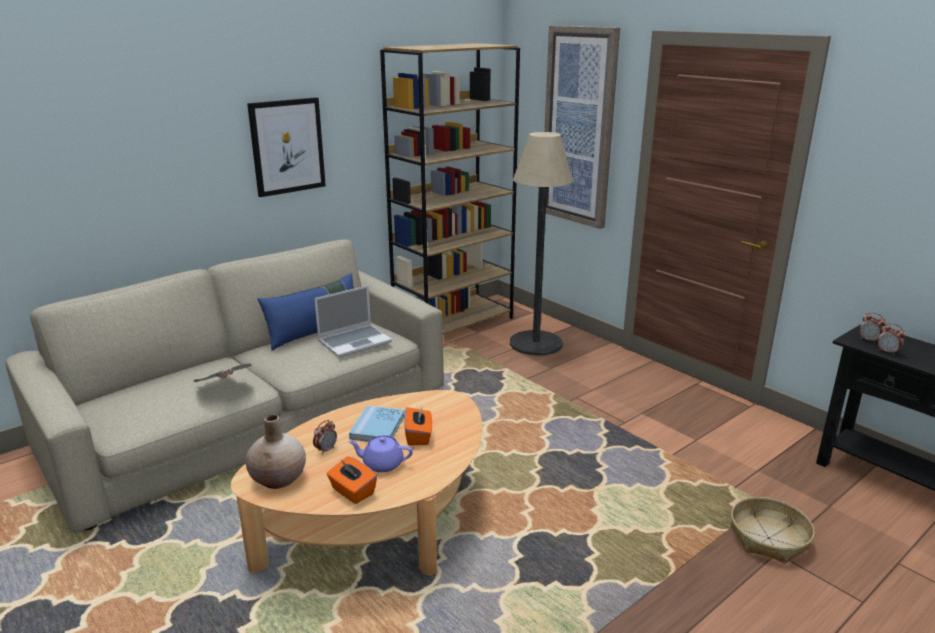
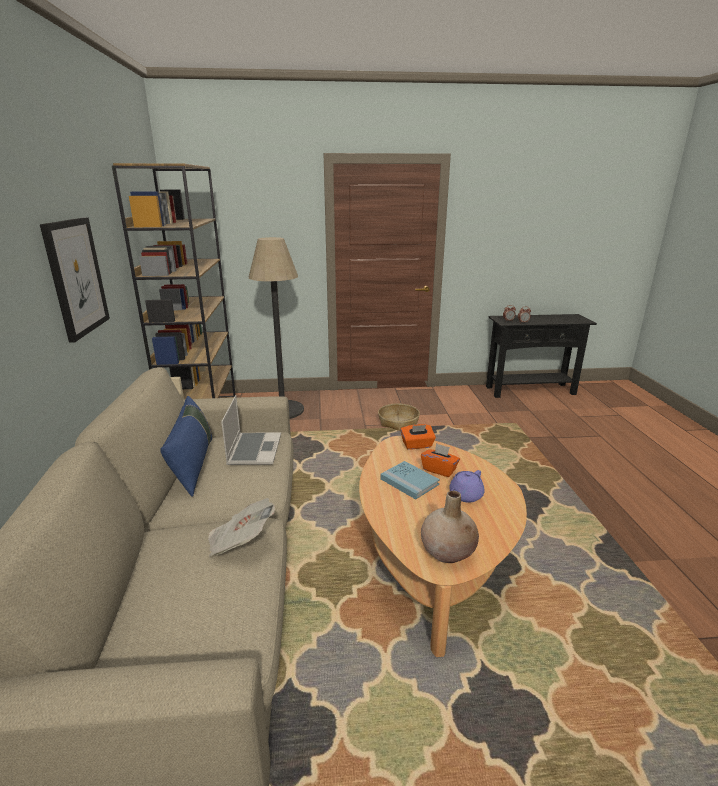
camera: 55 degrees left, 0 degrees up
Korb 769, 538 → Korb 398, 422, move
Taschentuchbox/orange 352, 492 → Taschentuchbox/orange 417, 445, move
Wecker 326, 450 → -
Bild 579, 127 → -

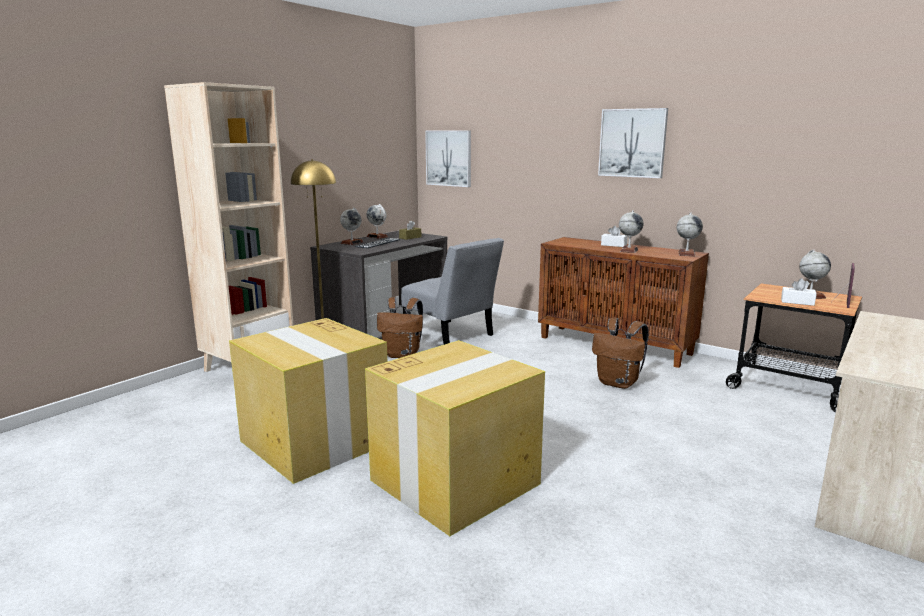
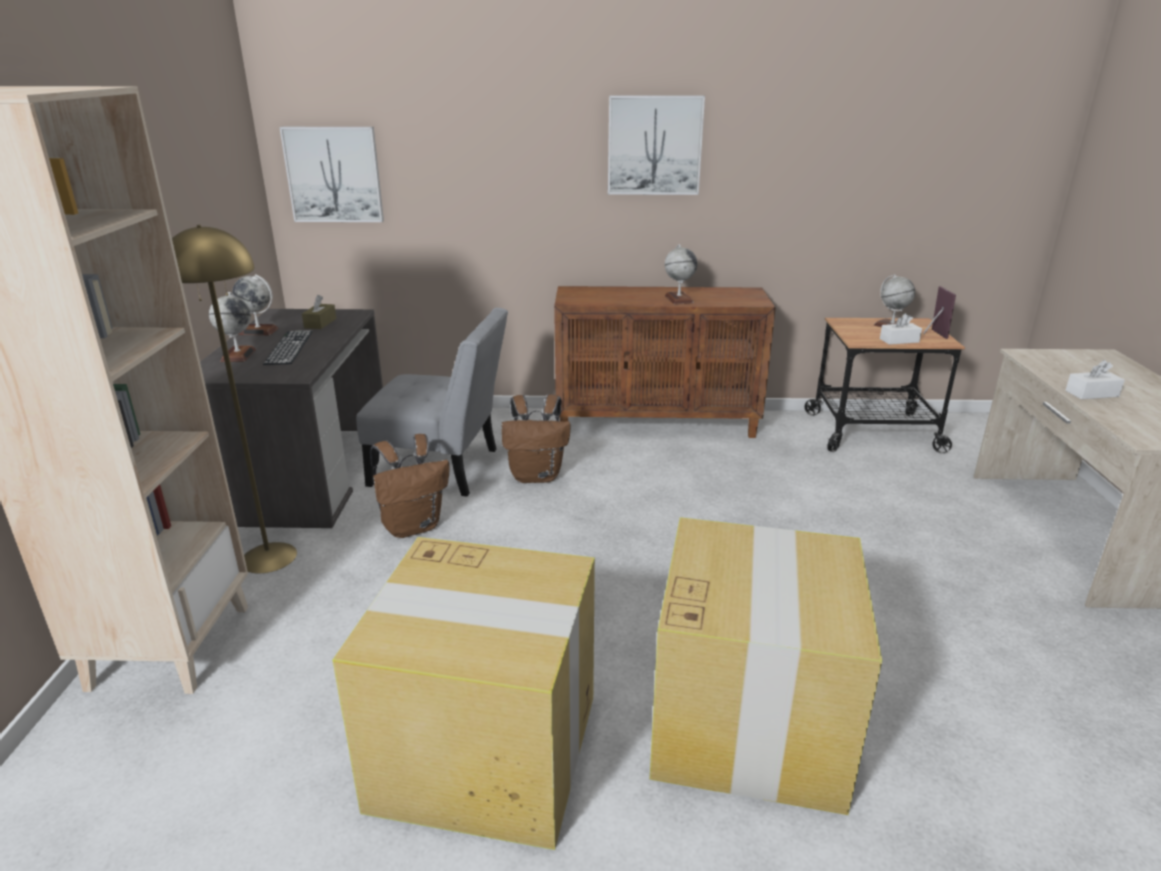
camera: 35 degrees left, 10 degrees up
Rucksack/braun 618, 383 → Rucksack/braun 537, 476, move
Taschentuchbox/weiß 613, 245 → Taschentuchbox/weiß 1092, 393, move
Globus 686, 253 → -

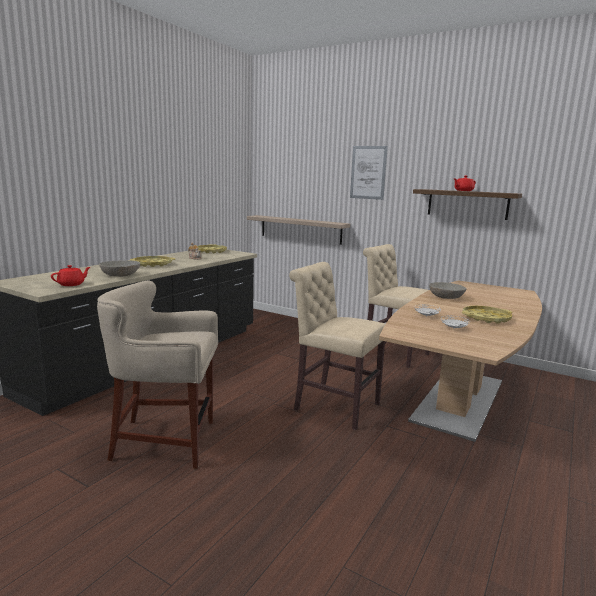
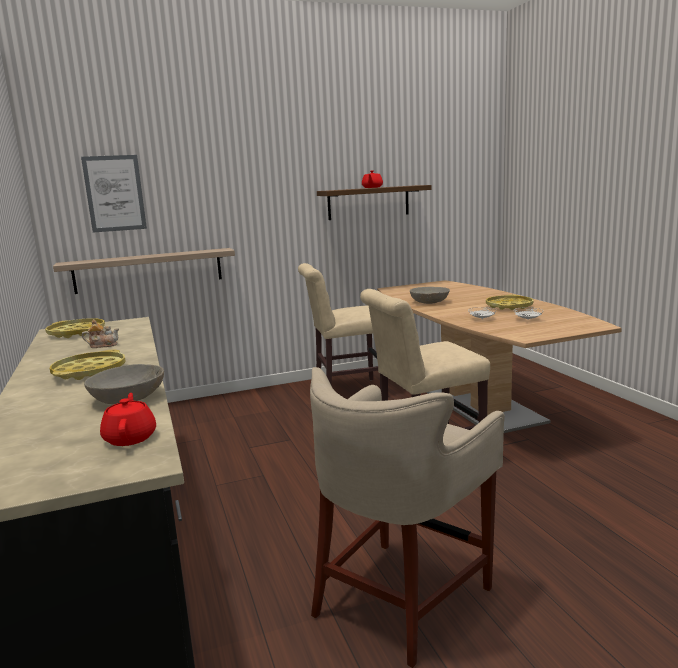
camera: 50 degrees left, 0 degrees up
Bild 368, 172 → Bild 114, 193, move

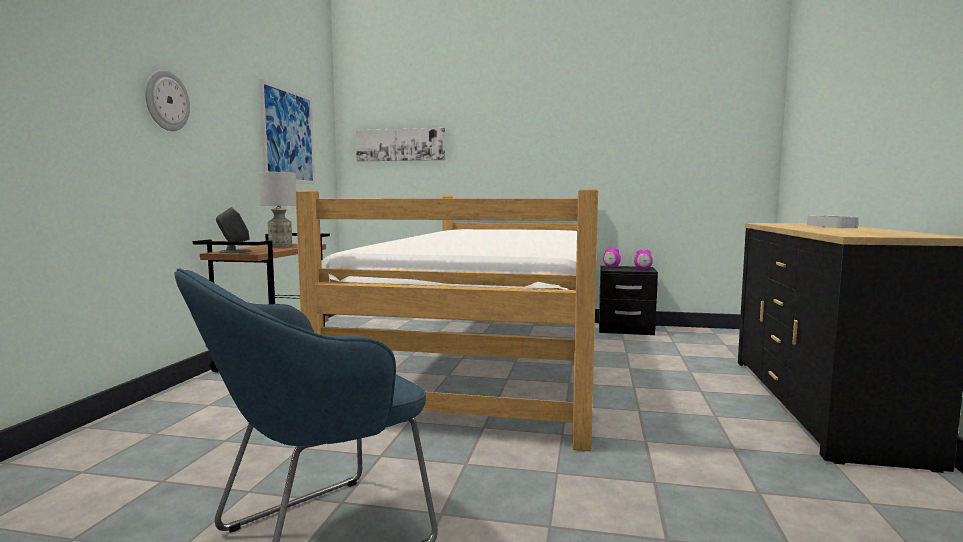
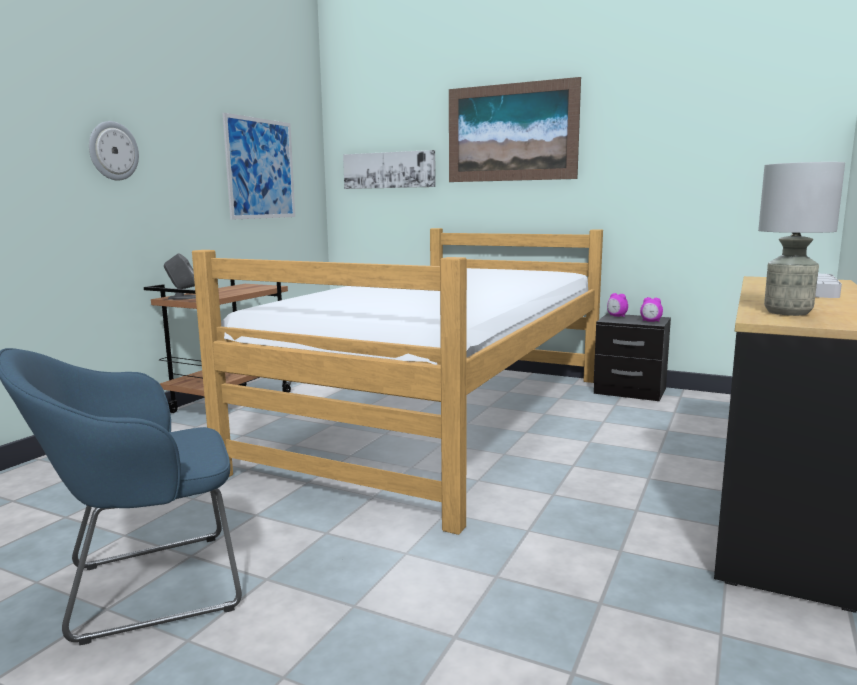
camera: 15 degrees right, 5 degrees up
- → Bild 511, 132
Tischlampe/grau 280, 246 → Tischlampe/grau 786, 312, move

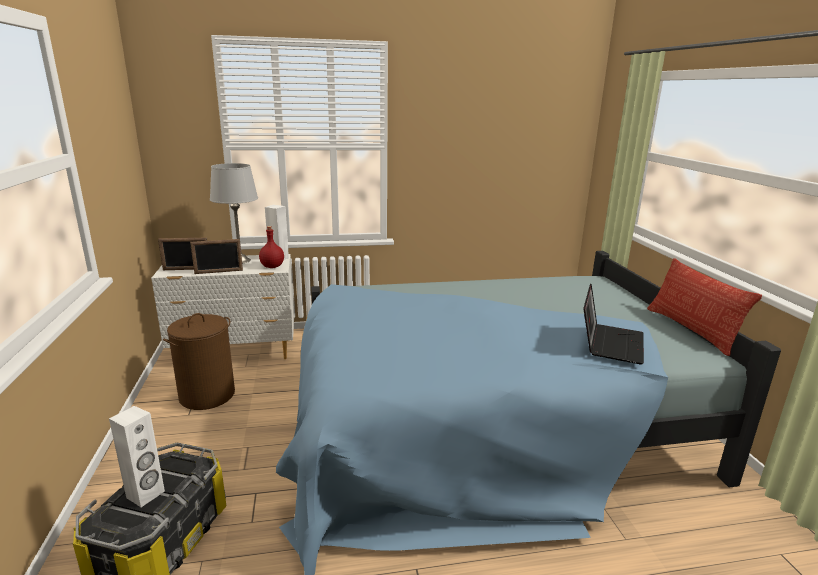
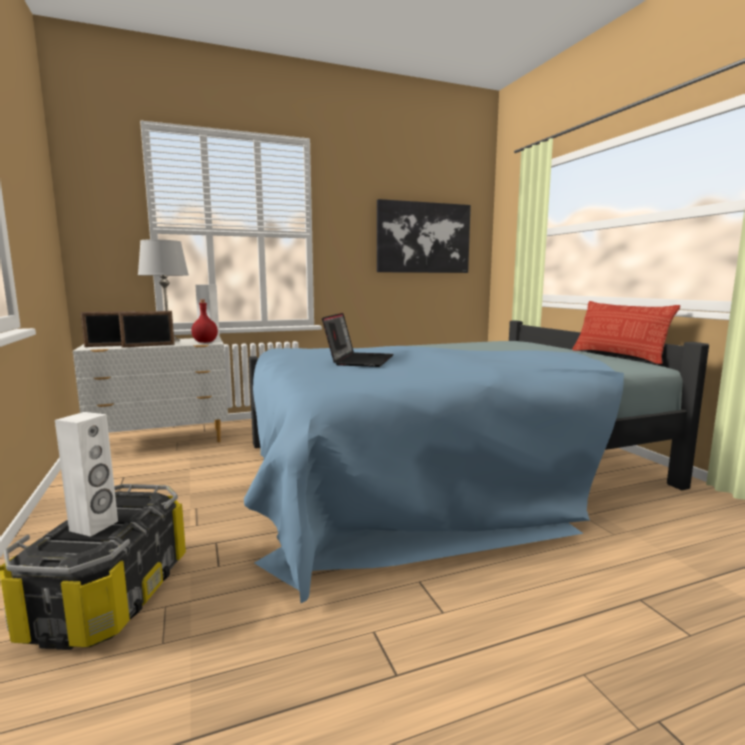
camera: 10 degrees left, 10 degrees down
Laptop 610, 343 → Laptop 359, 360, move
- → Bild 423, 238
Wäschekorb/braun 207, 395 → -

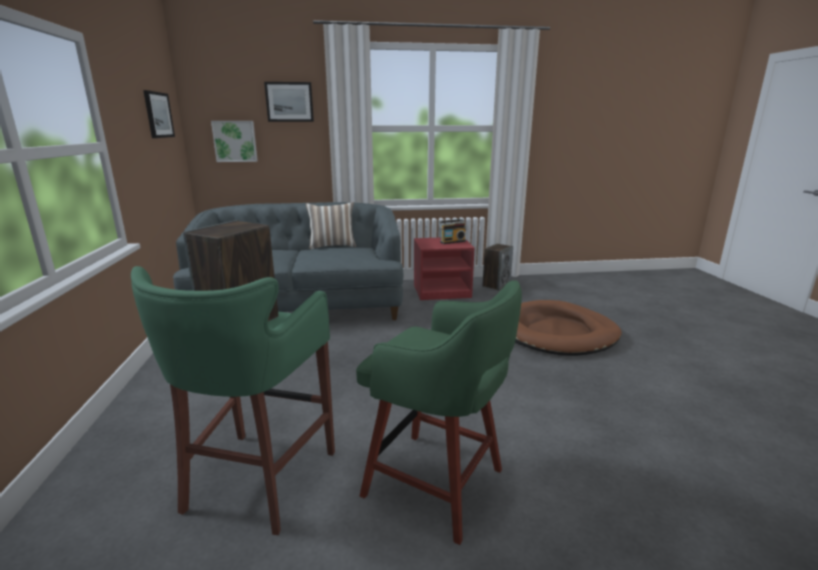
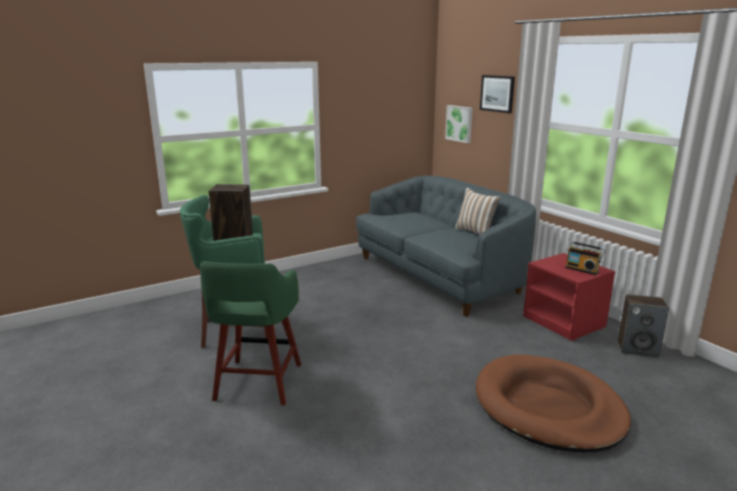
camera: 65 degrees right, 0 degrees up
Bild 158, 115 → -

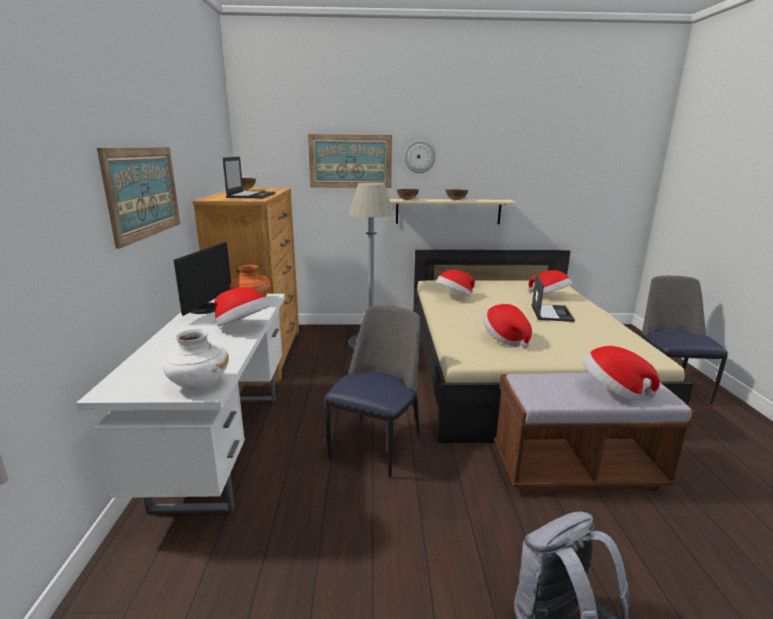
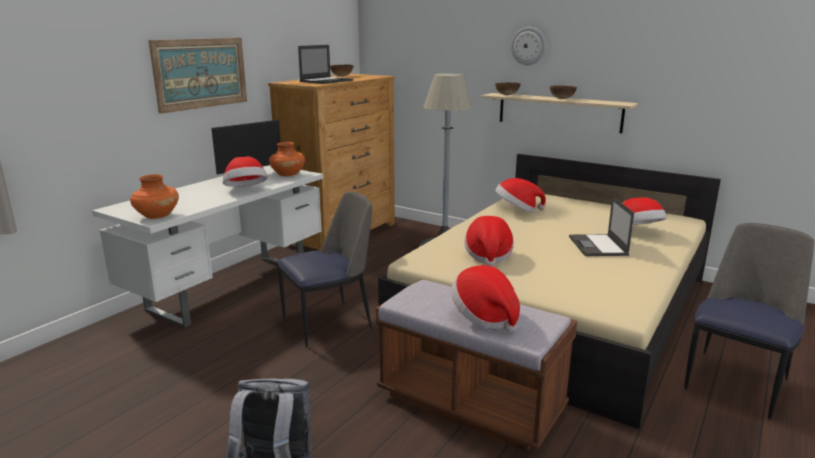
camera: 35 degrees right, 0 degrees up
Vase/weiß 199, 384 → Vase/orange 157, 216
Laptop 551, 313 → Laptop 598, 246, 135 degrees clockwise
Bild 350, 161 → -

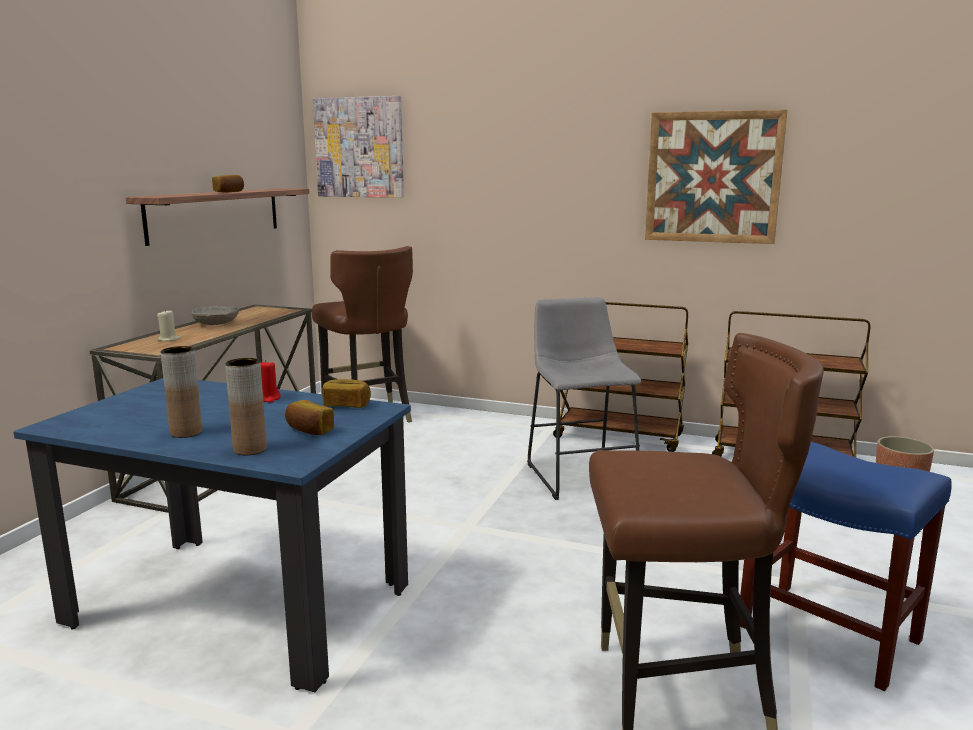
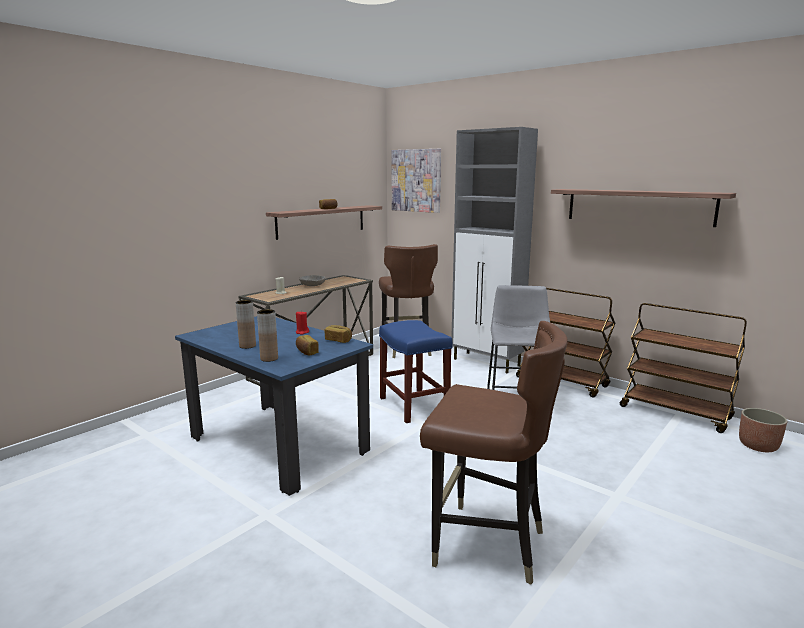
camera: 20 degrees right, 0 degrees up
Hocker/blau 831, 634 → Hocker/blau 414, 406, move
- → Schrank/grau 487, 363
Bild 713, 177 → Wandregal 638, 206

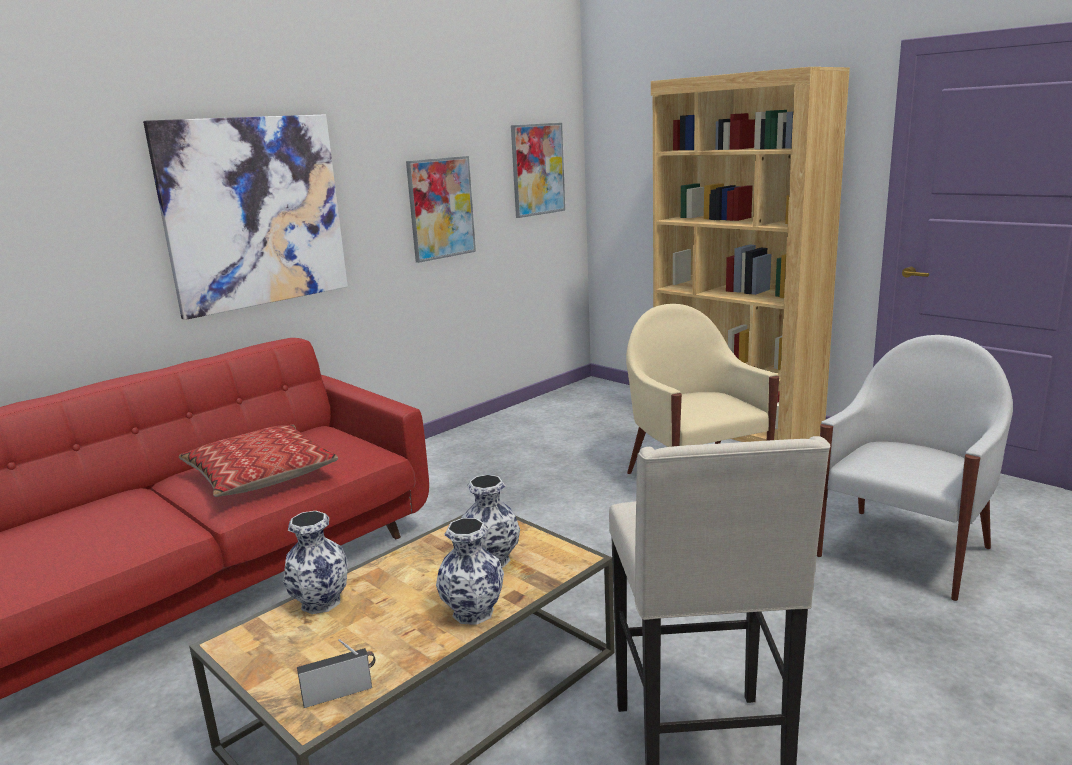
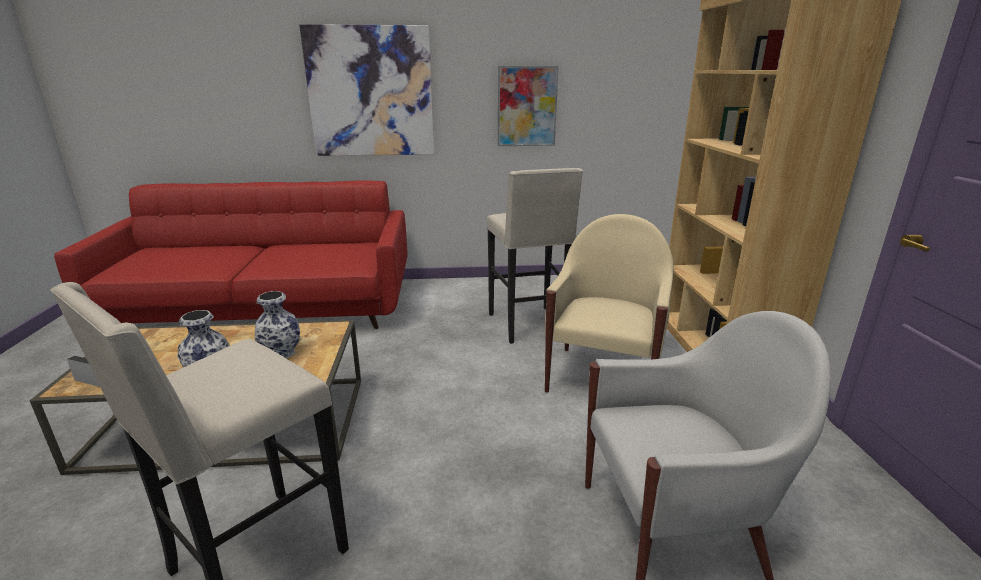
camera: 40 degrees right, 5 degrees up
- → Hocker/beige 529, 326
Kissen 260, 474 → -
Vase 320, 603 → -
Bild 537, 169 → -

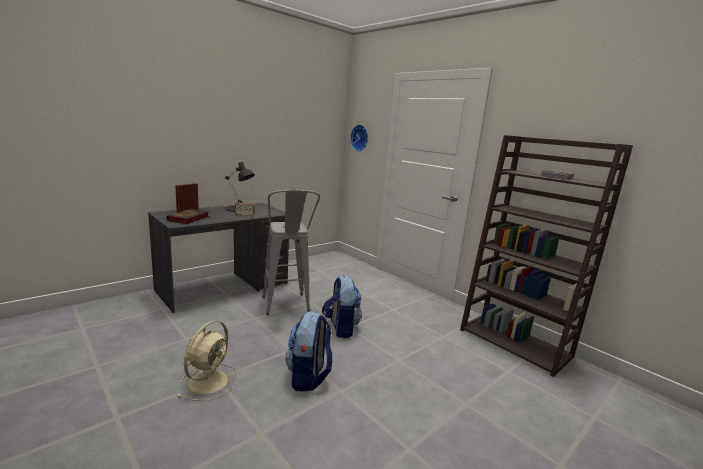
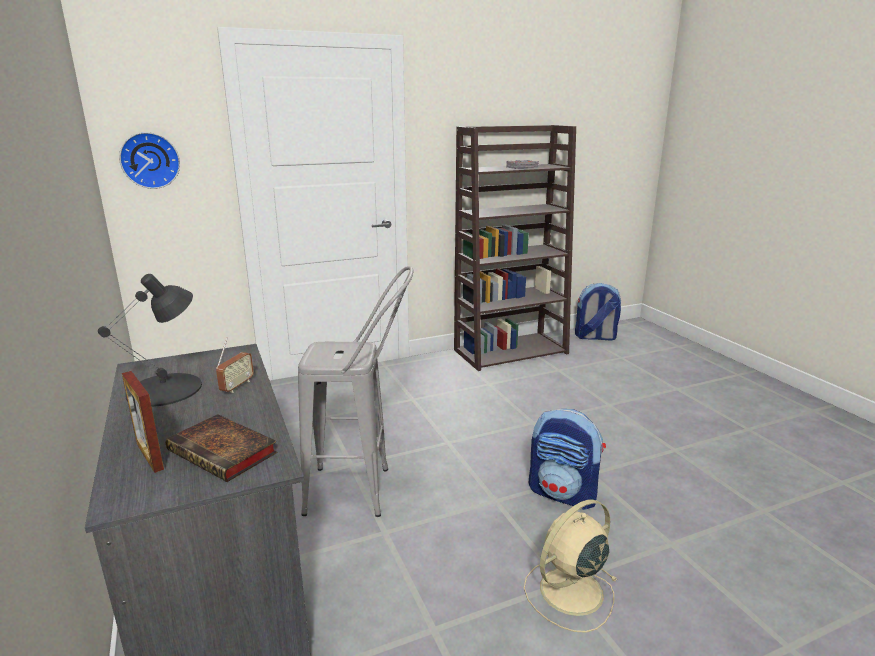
camera: 70 degrees left, 5 degrees up
Ventilator/beige 209, 380 → Ventilator/beige 569, 592, 75 degrees counterclockwise
Rucksack 340, 328 → Rucksack 595, 337, move

